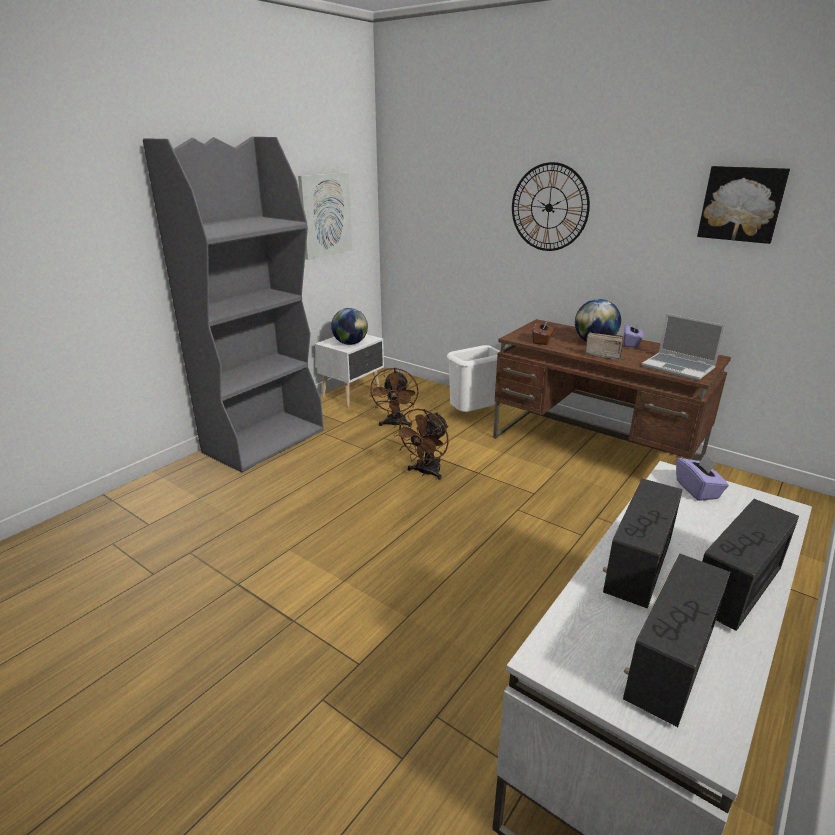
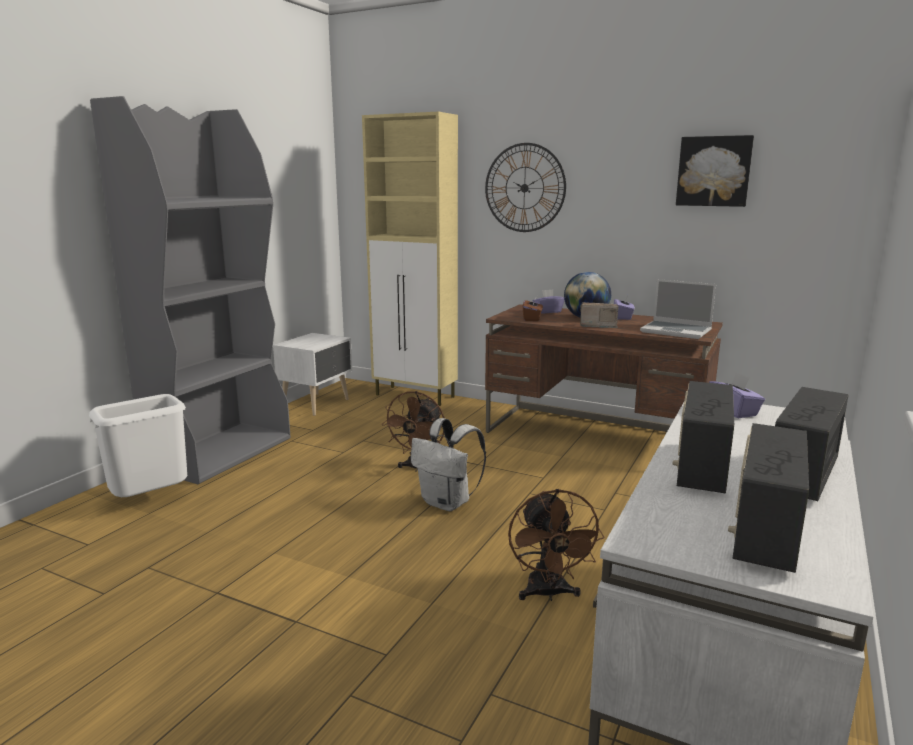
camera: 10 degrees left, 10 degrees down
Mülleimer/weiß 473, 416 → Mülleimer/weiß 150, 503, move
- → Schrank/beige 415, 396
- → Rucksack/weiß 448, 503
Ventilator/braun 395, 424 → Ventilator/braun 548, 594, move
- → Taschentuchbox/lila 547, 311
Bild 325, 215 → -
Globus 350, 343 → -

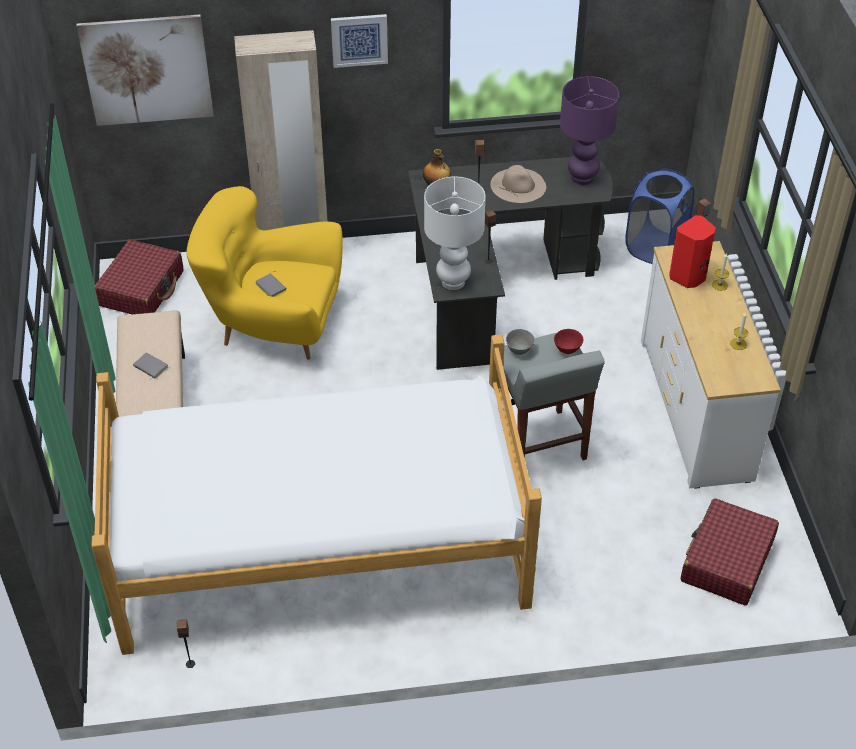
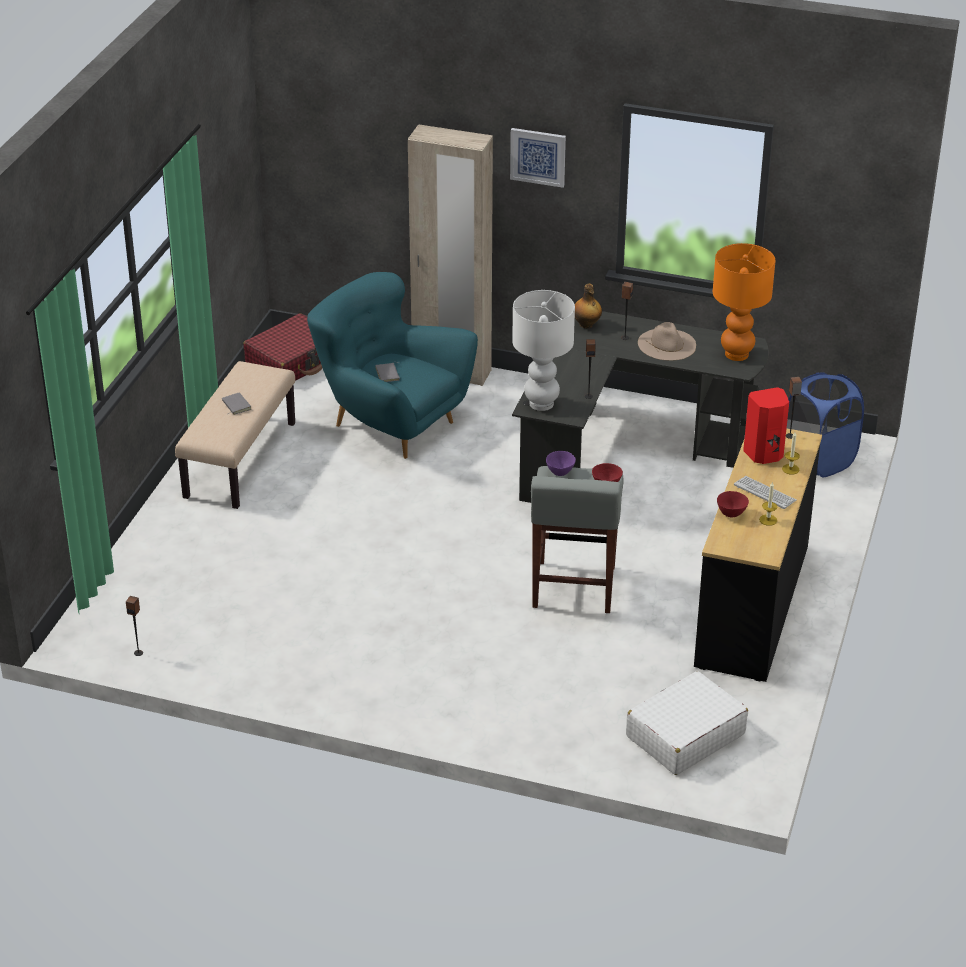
camera: 25 degrees right, 10 degrees down
Sessel/gelb 273, 326 → Sessel/türkis 391, 423
Schüssel/grau 519, 350 → Schüssel/lila 560, 473
Koffer/rot 726, 561 → Koffer/weiß 685, 735
Kommode/weiß 696, 408 → Kommode/schwarz 753, 606
Tischlampe/lila 582, 177 → Tischlampe/orange 737, 354
- → Schüssel/rot 731, 514
- → Tastatur 765, 493
Bild 147, 70 → -
Bett 319, 544 → -

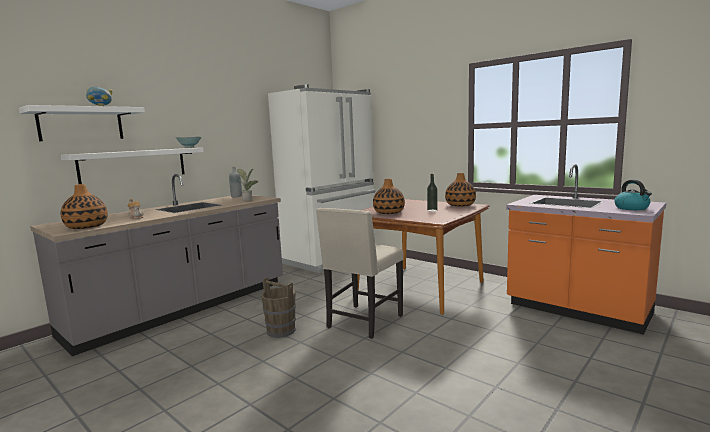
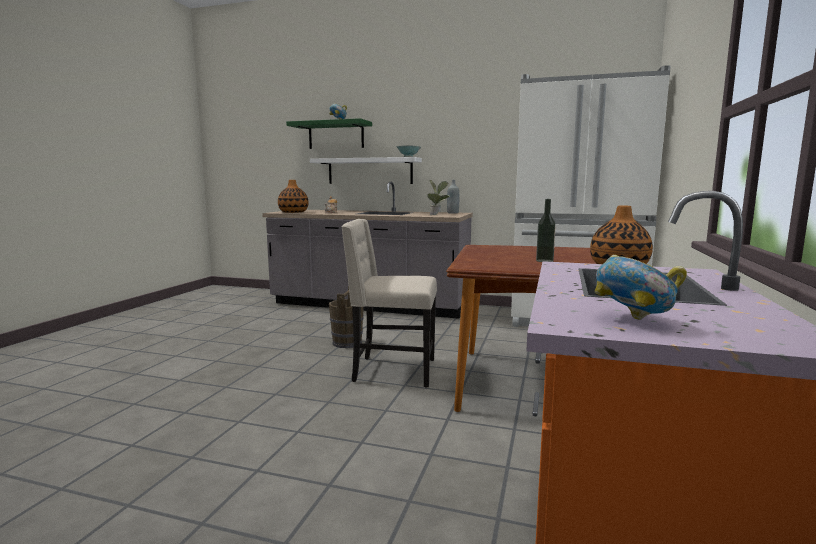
camera: 65 degrees right, 0 degrees up
Wandregal/weiß 81, 124 → Wandregal/grün 336, 135
Wasserkessel 632, 208 → Schüssel 633, 321
Vase 389, 212 → -

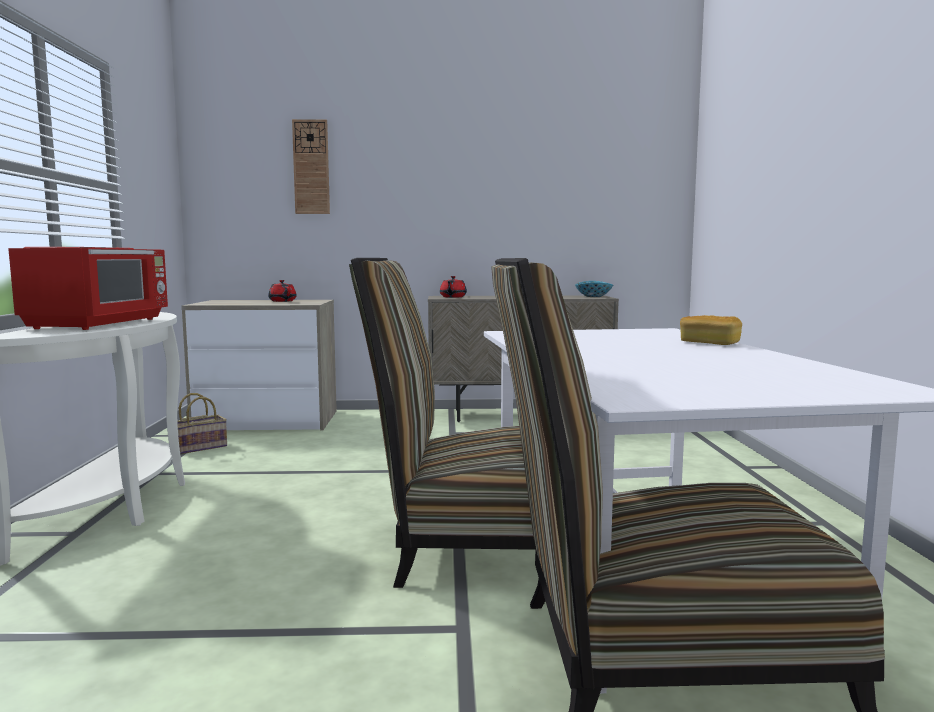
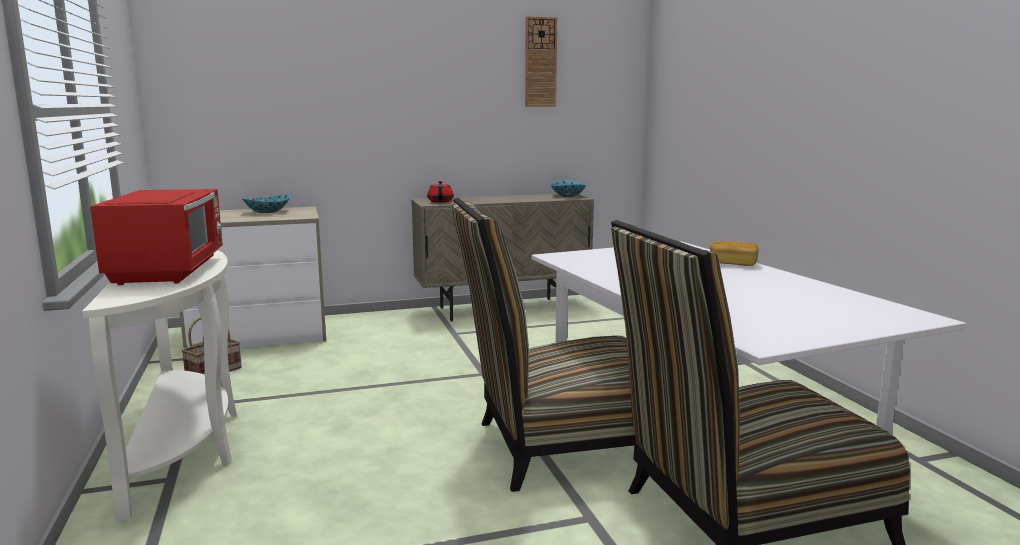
camera: 15 degrees left, 5 degrees up
Teekanne/rot 282, 301 → Schüssel 267, 212
Wanduhr 311, 167 → Wanduhr 540, 62, move

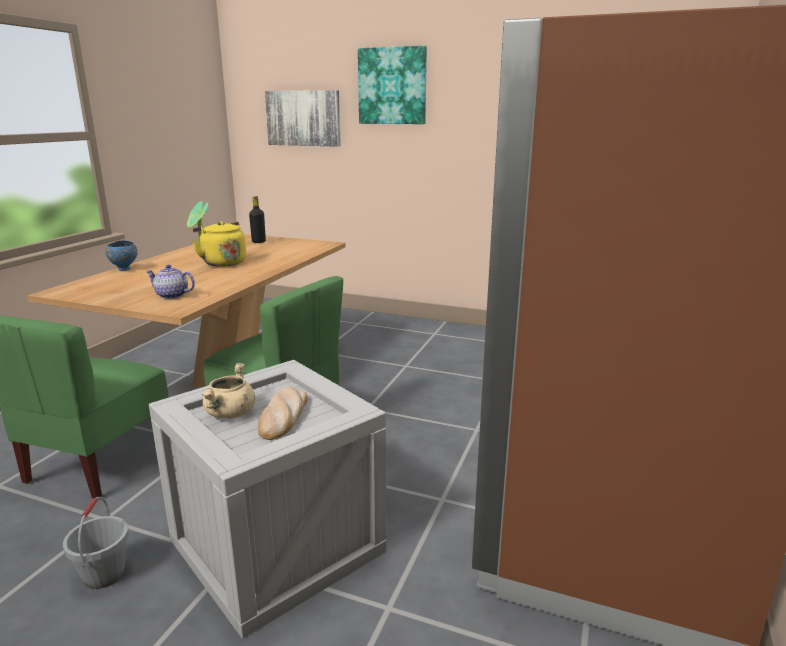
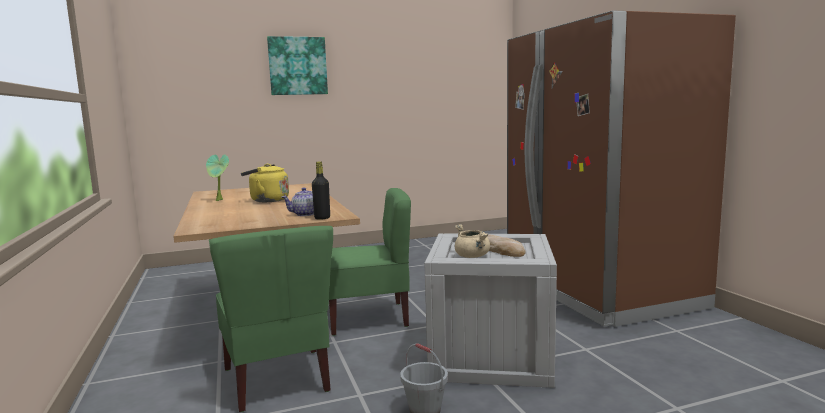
camera: 40 degrees left, 10 degrees down
Flasche/schwarz 258, 242 → Flasche/schwarz 322, 218, move
Schüssel/blau 124, 269 → -
Bild 303, 118 → -

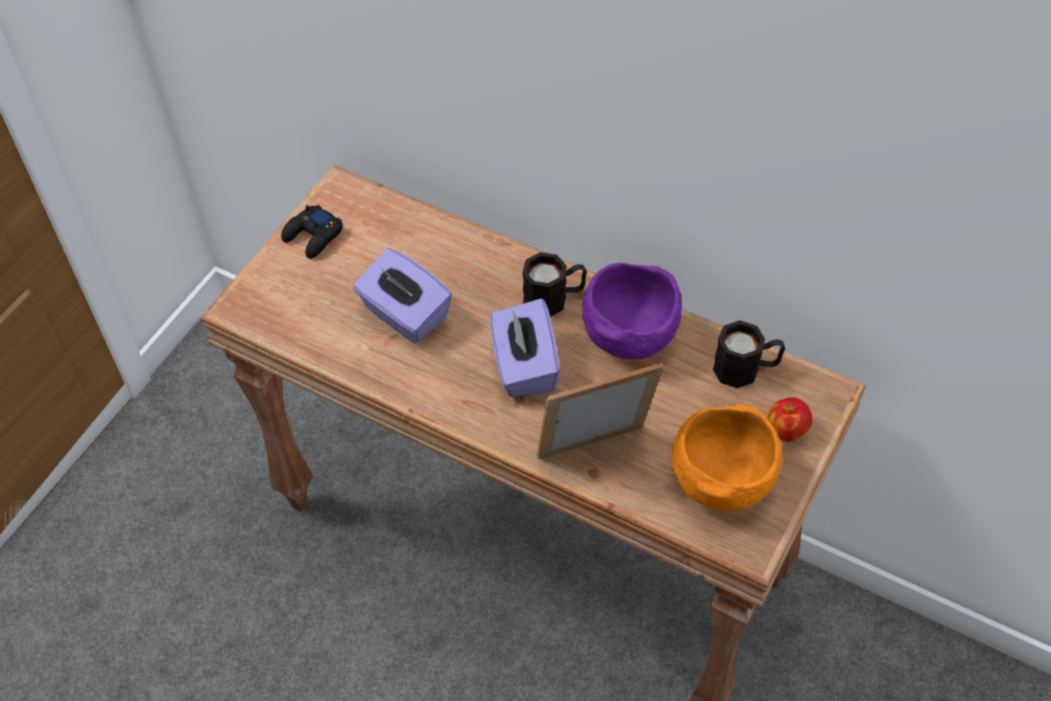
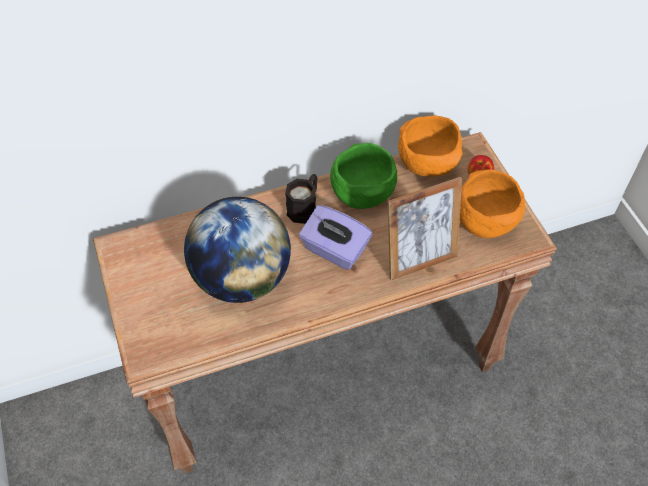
camera: 50 degrees left, 0 degrees up
Taschentuchbox/lila 404, 314 → Globus 242, 278
Schüssel/lila 630, 335 → Schüssel/grün 361, 194
Bilderrahmen 595, 454 → Bilderrahmen 419, 260, 135 degrees counterclockwise
Henkelbecher/schwarz 746, 369 → Schüssel/orange 429, 166
Gamepad/schwarz 313, 236 → -

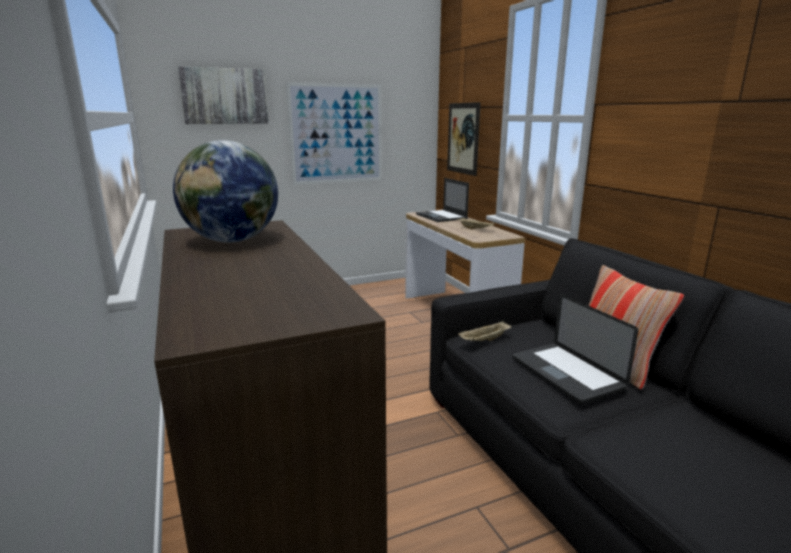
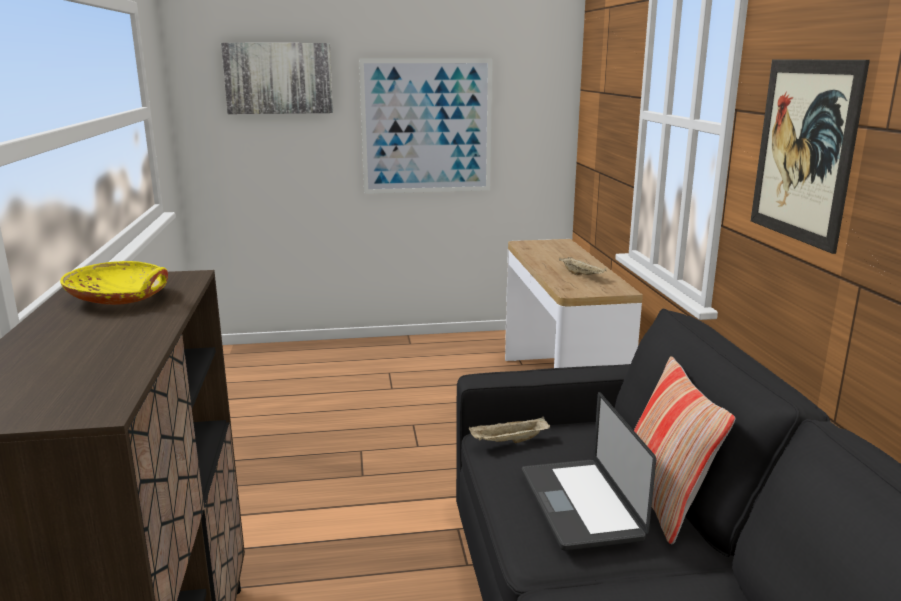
camera: 15 degrees right, 0 degrees up
Globus 232, 241 → Schüssel/gelb 121, 298
Bild 463, 138 → Bild 803, 151, move
Laptop 441, 216 → -

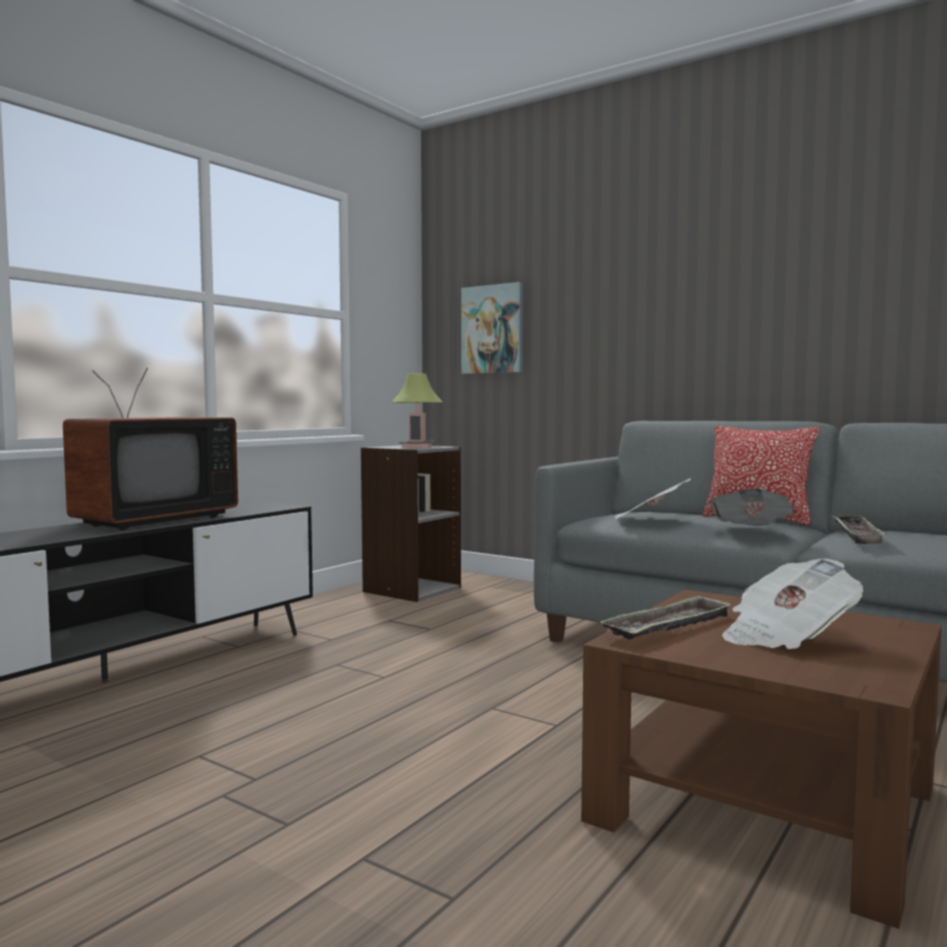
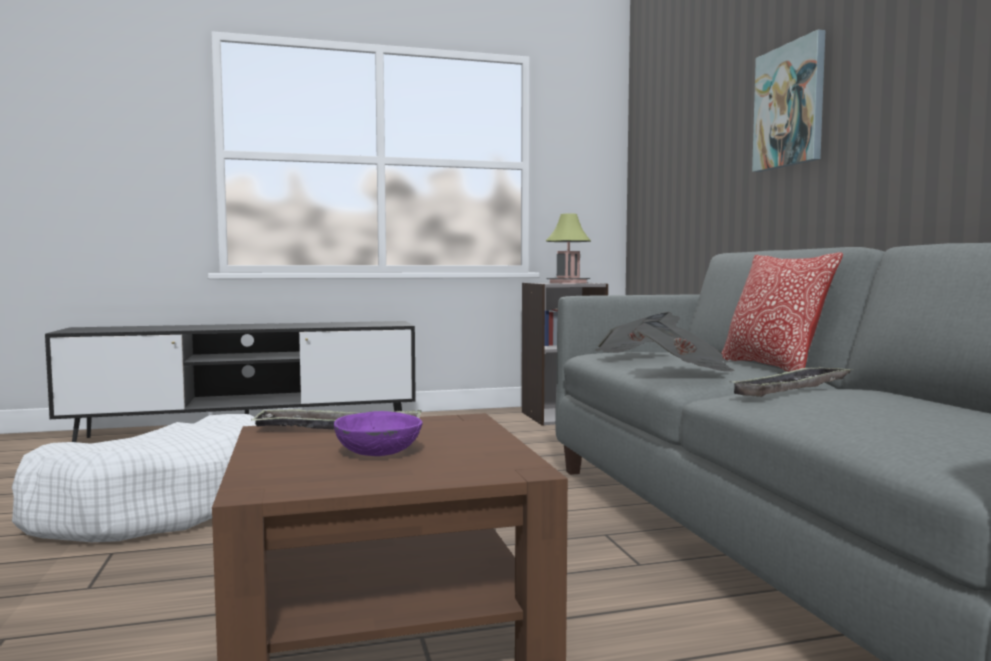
camera: 40 degrees right, 0 degrees up
- → Hundebett/weiß 158, 506
Zeitung 786, 637 → Schüssel/lila 377, 452
Bild 493, 329 → Bild 789, 106, move
Fernseher 148, 520 → -

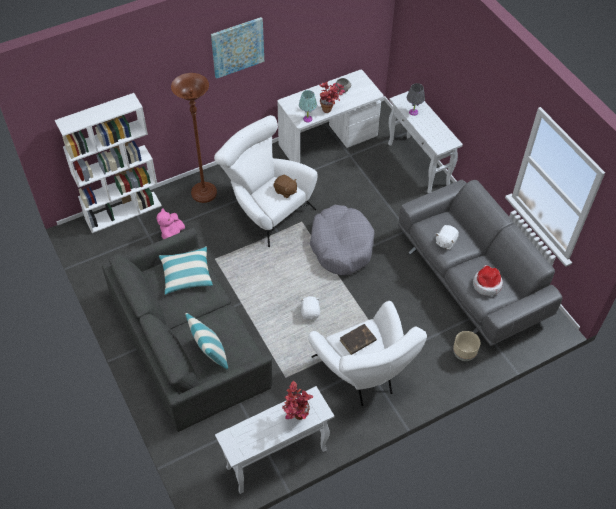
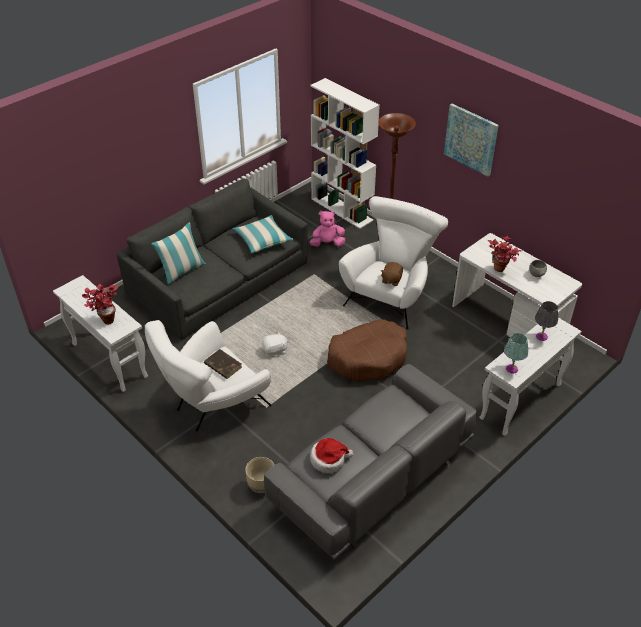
camera: 75 degrees right, 10 degrees down
Hundebett/grau 341, 246 → Hundebett/braun 368, 357
Tischlampe/türkis 307, 119 → Tischlampe/türkis 512, 369, move
Plüschtier/weiß 445, 242 → -

